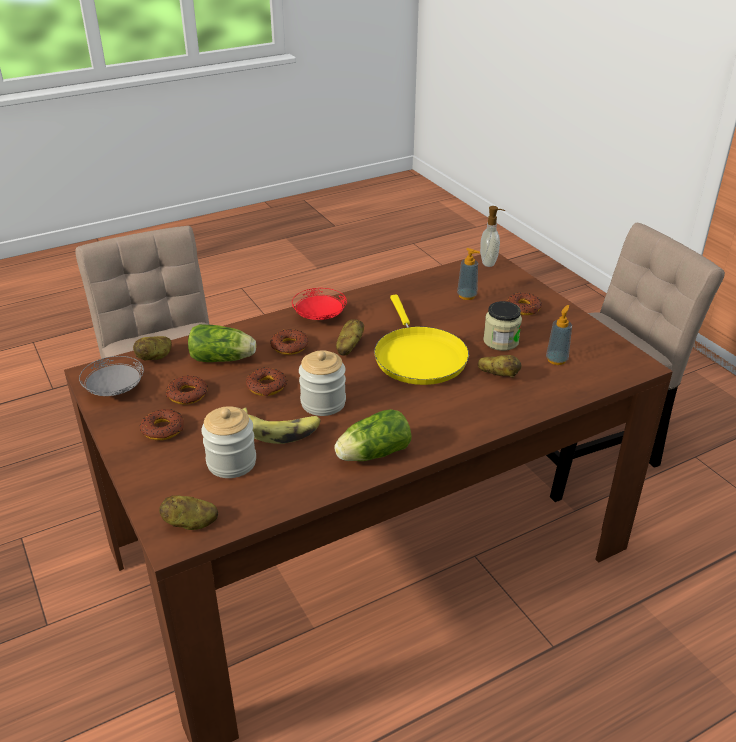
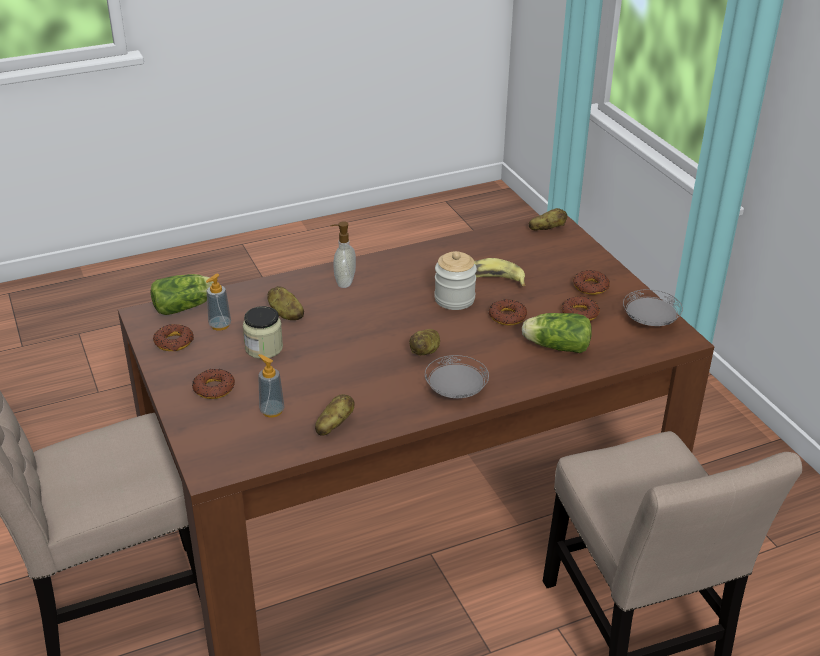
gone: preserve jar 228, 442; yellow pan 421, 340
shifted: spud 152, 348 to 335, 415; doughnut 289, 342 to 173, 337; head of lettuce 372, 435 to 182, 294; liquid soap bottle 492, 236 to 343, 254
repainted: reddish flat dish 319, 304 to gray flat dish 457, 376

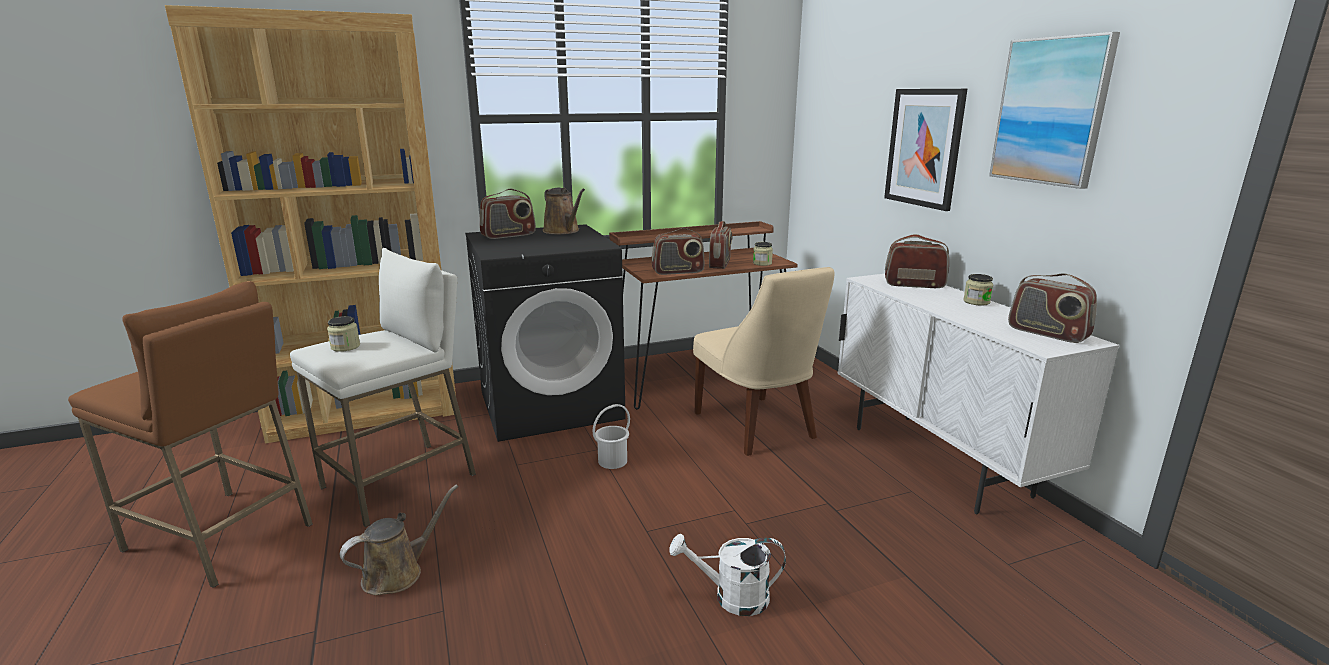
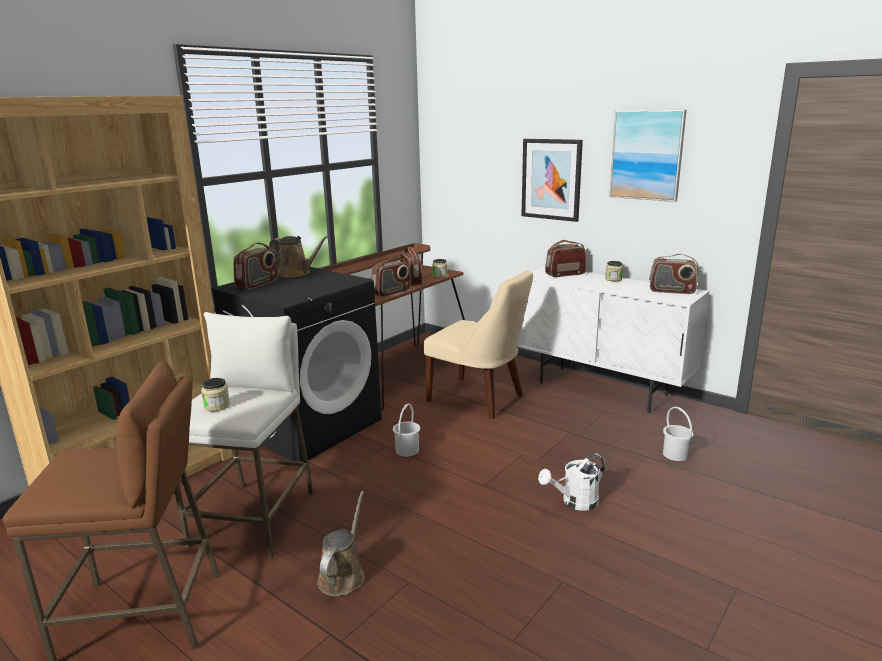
new: white-coloured pail 678, 434

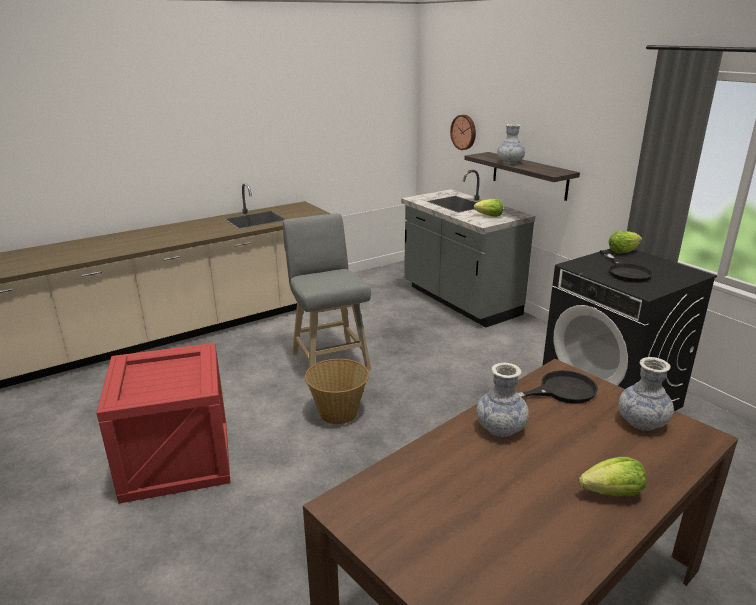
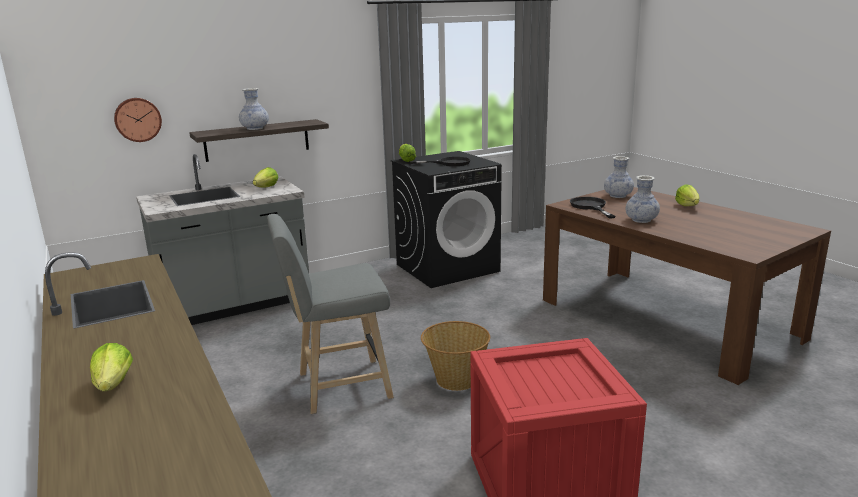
new: head of lettuce 111, 367

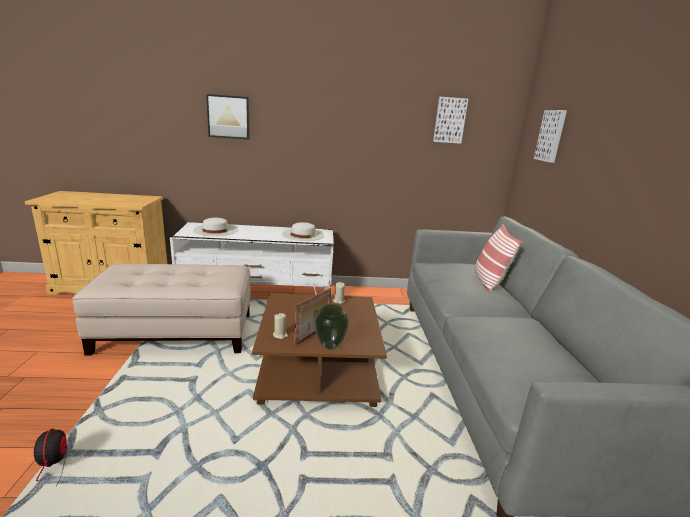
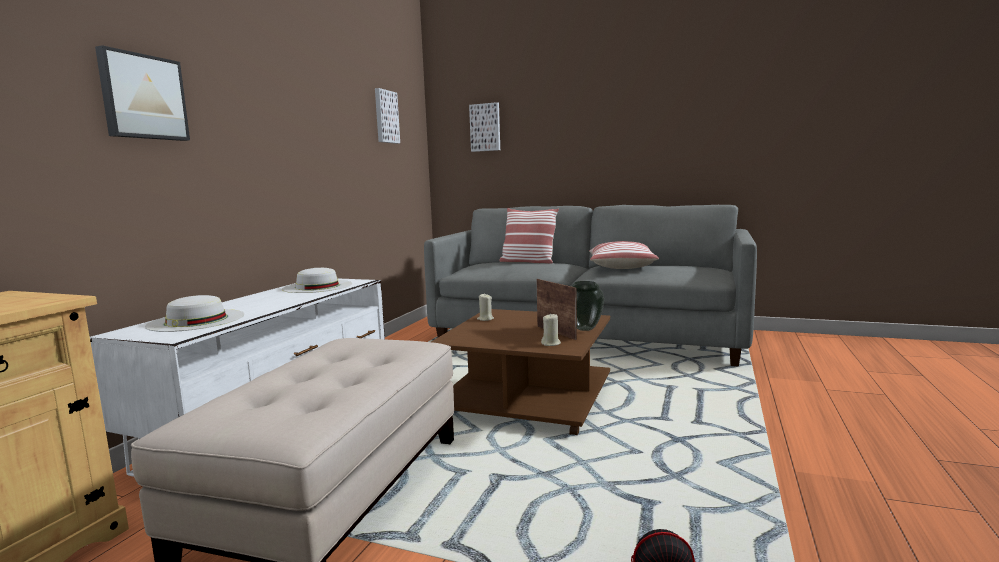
new: cushion 624, 255

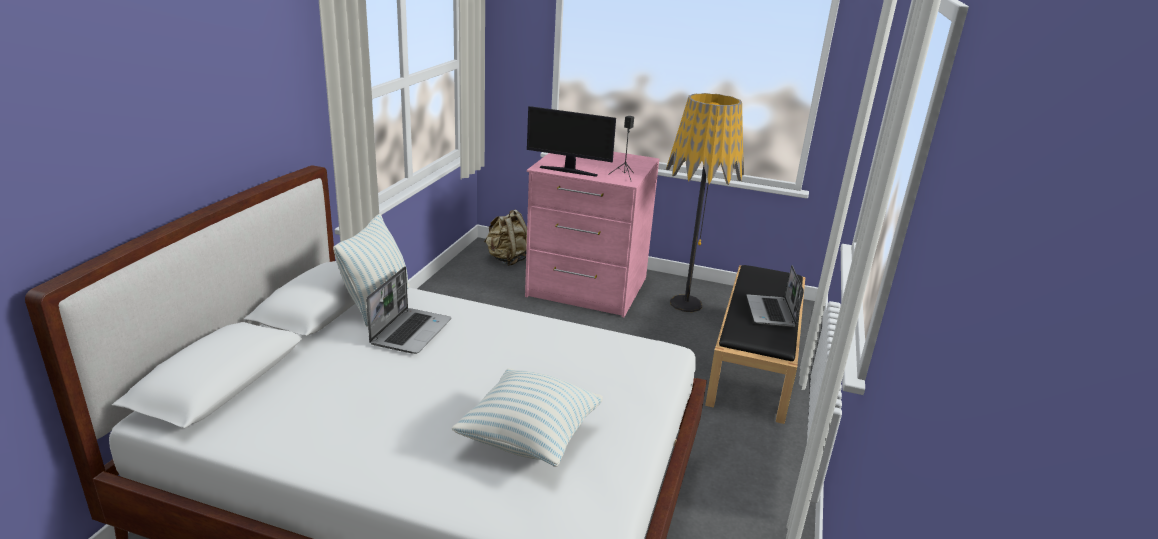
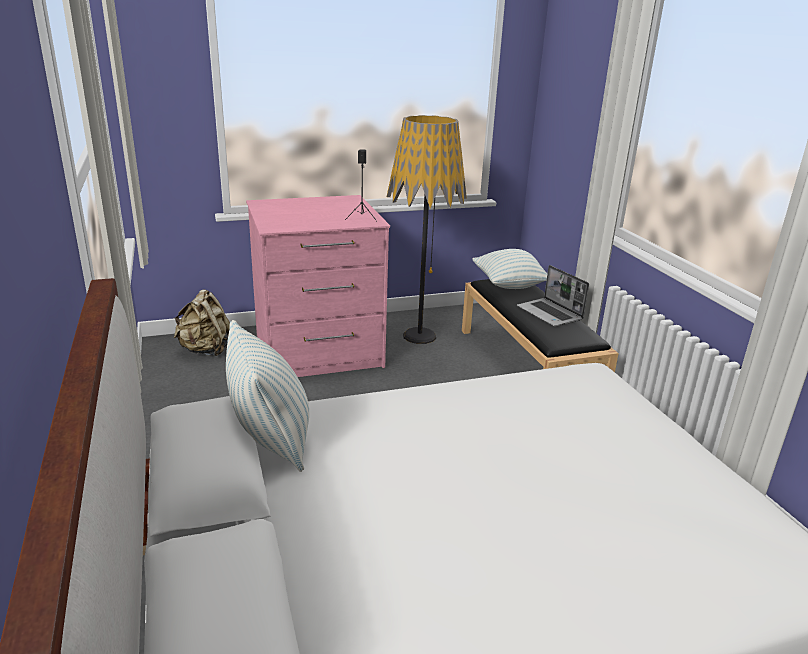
gone: portable computer 408, 310; monitor 571, 141
shifted: cushion 527, 417 to 510, 269

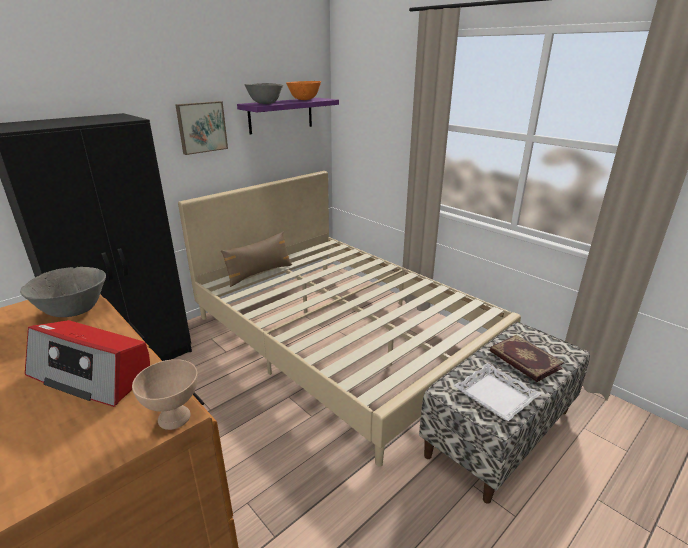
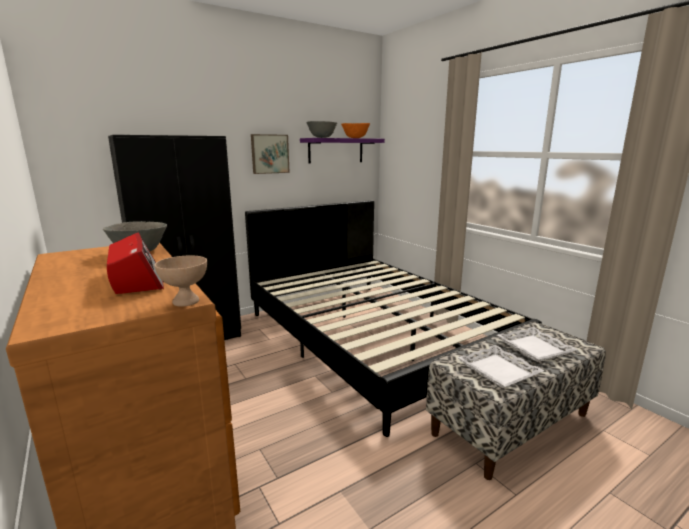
gone: brown-coloured cushion 256, 259
swapped: book 527, 358 to white-coloured tray 537, 344
repainted: beige sleeping bed 349, 319 to blackish sleeping bed 393, 318
rotated: radio 87, 363 = 135, 263 150 degrees counterclockwise

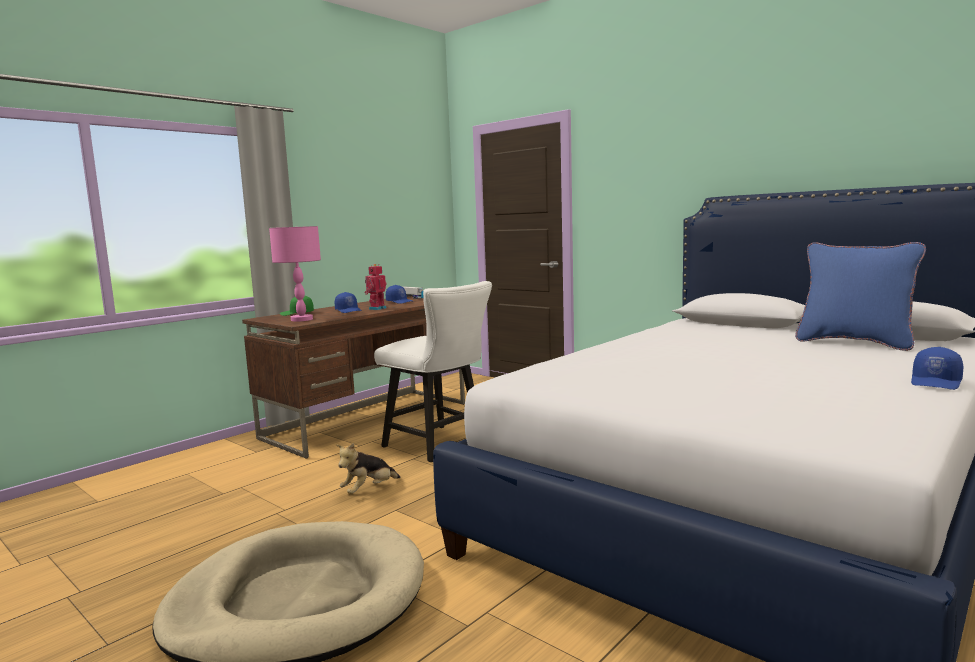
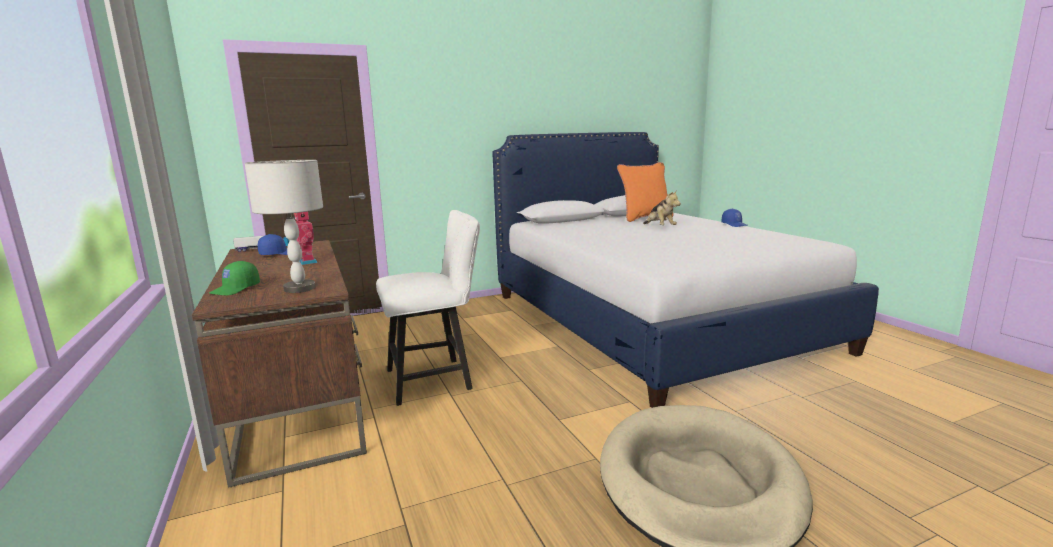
gone: blue baseball cap 348, 302
shifted: plush toy 368, 468 to 662, 208
repainted: pinkish tabletop lamp 295, 274 to gray tabletop lamp 283, 226; blue cushion 860, 296 to orange cushion 645, 192

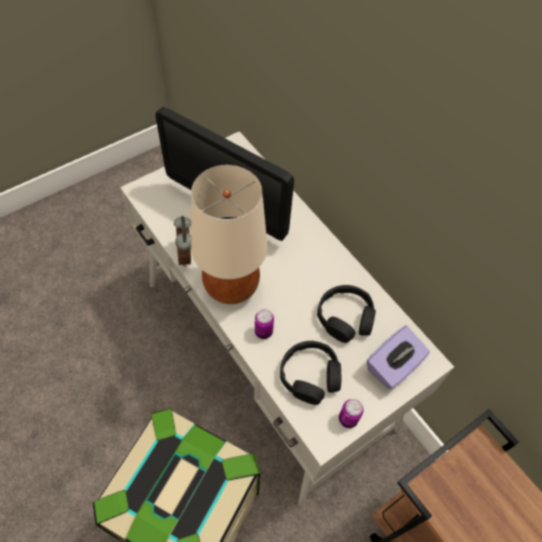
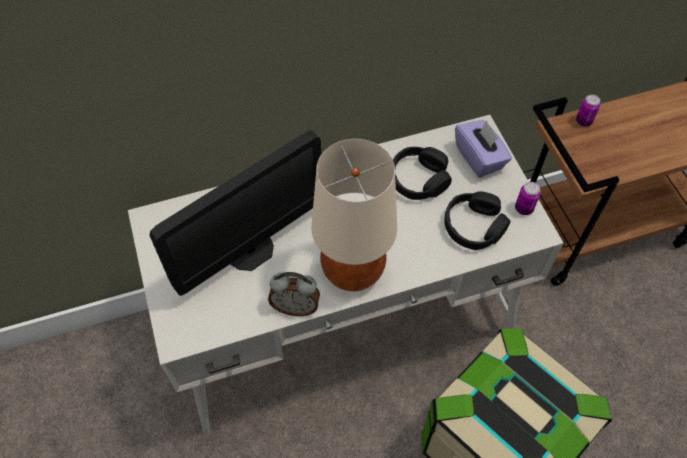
shifted: can 264, 324 to 588, 110

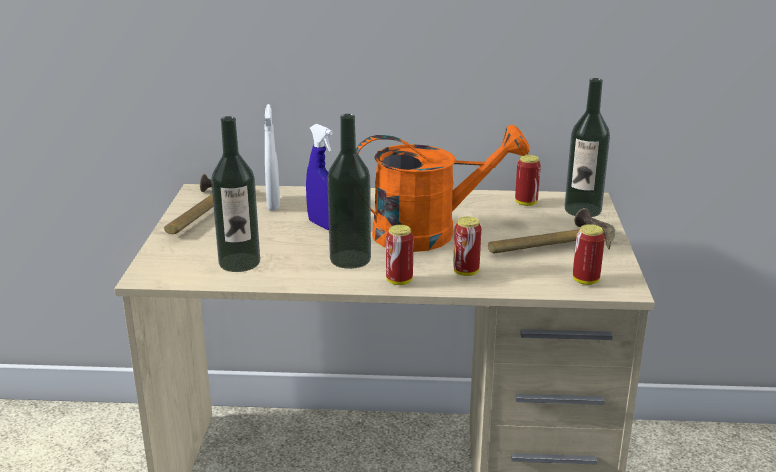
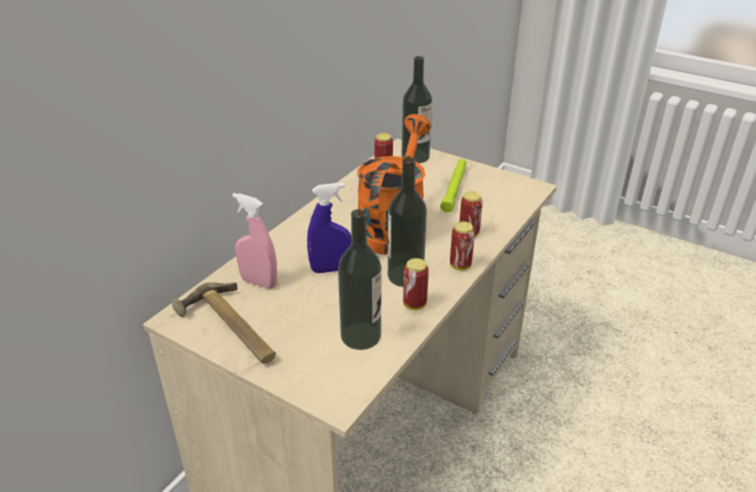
shifted: can 589, 254 to 416, 284
swapped: tool hammer 551, 230 to green torch 453, 186
repainted: white-coloured hand sprayer 272, 157 to pinkish hand sprayer 254, 241

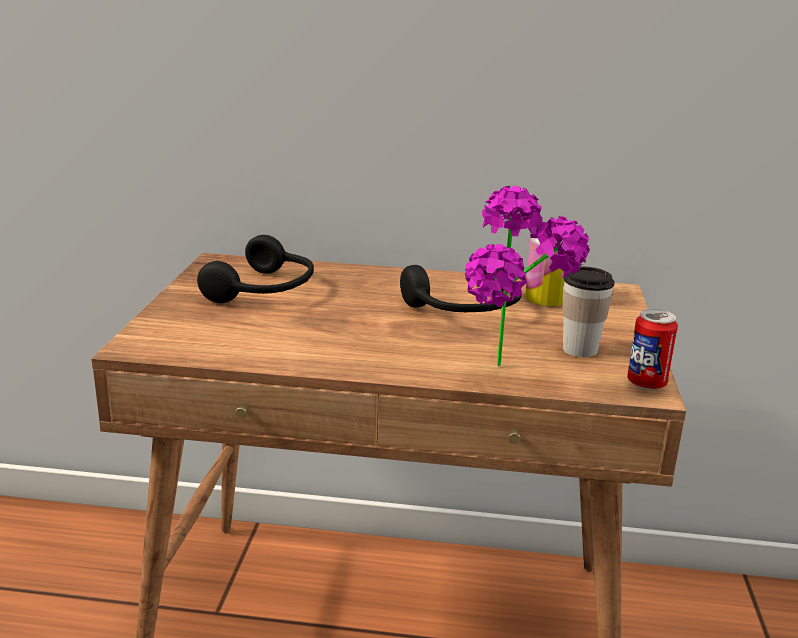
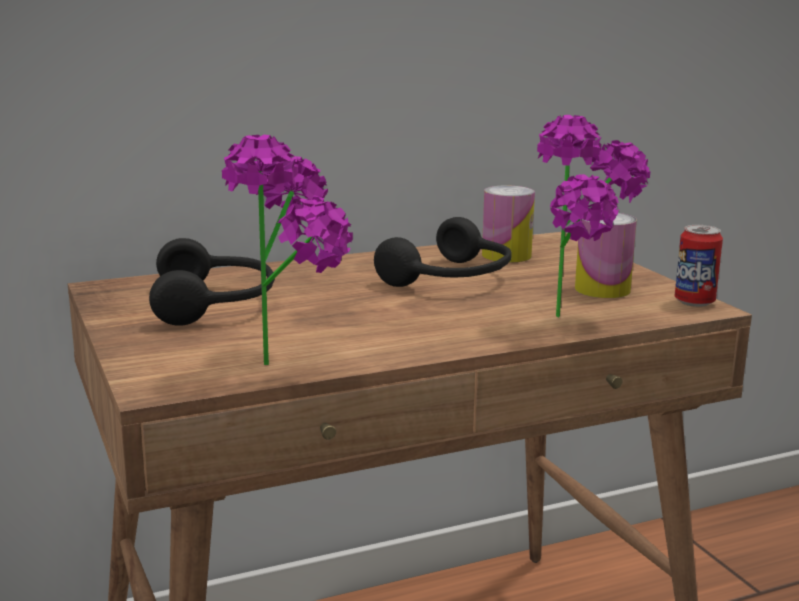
new: plant in a pot 287, 250
swapped: cup 588, 311 to can 606, 255

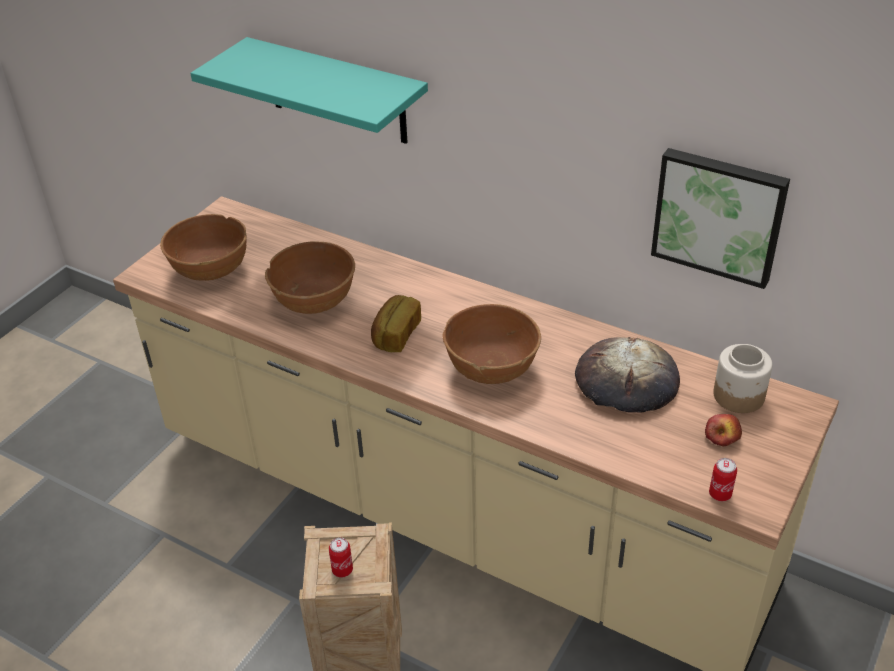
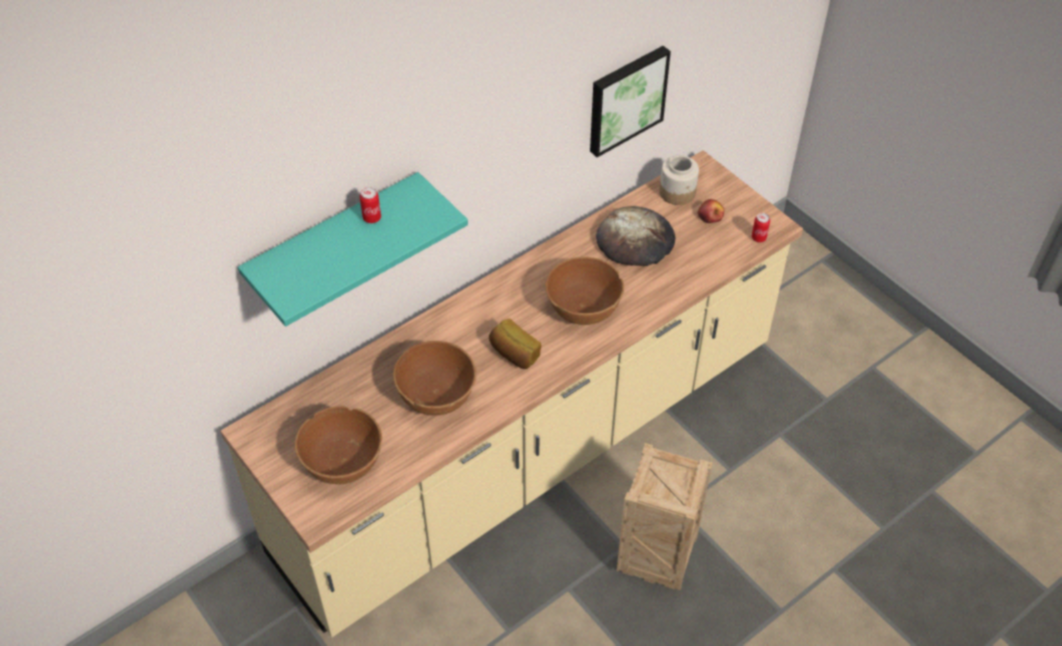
shifted: can 341, 557 to 370, 205

